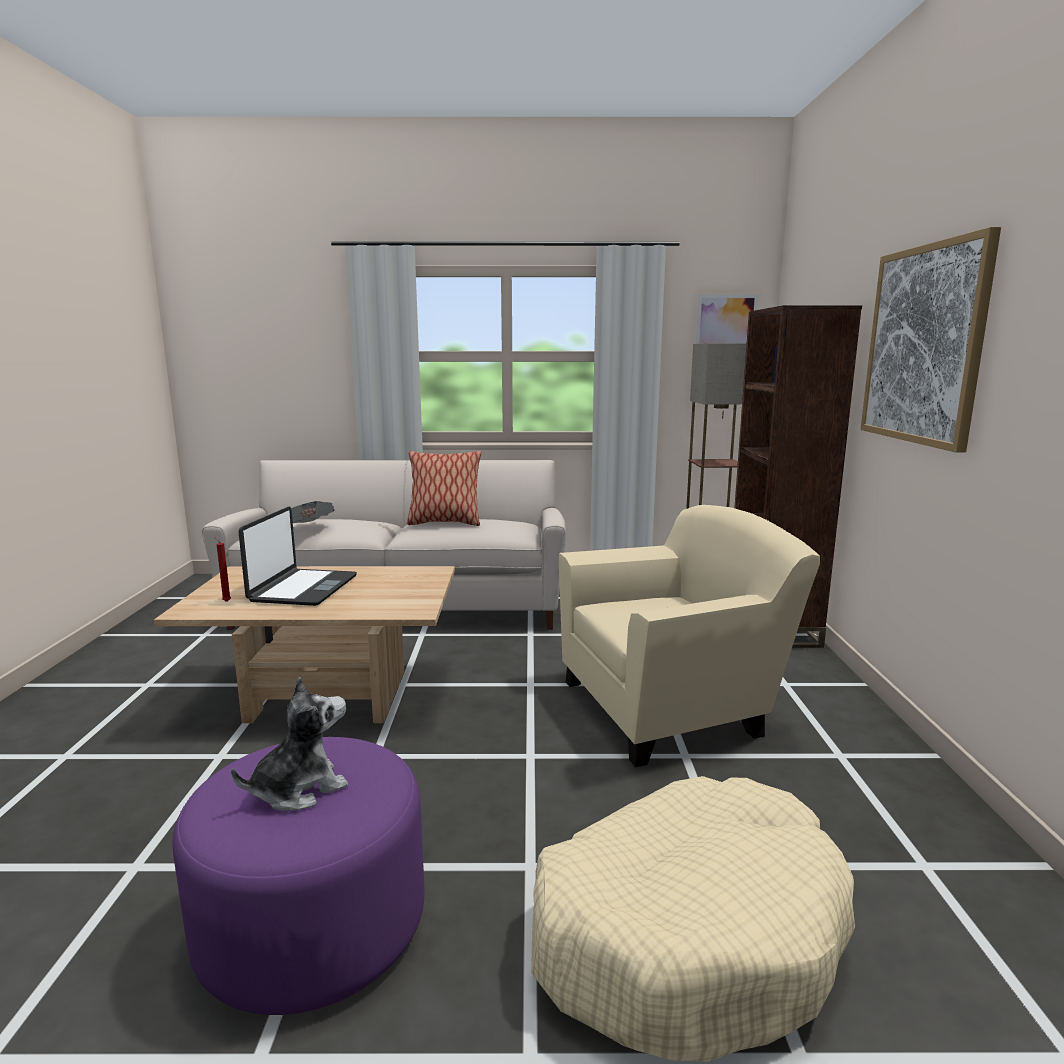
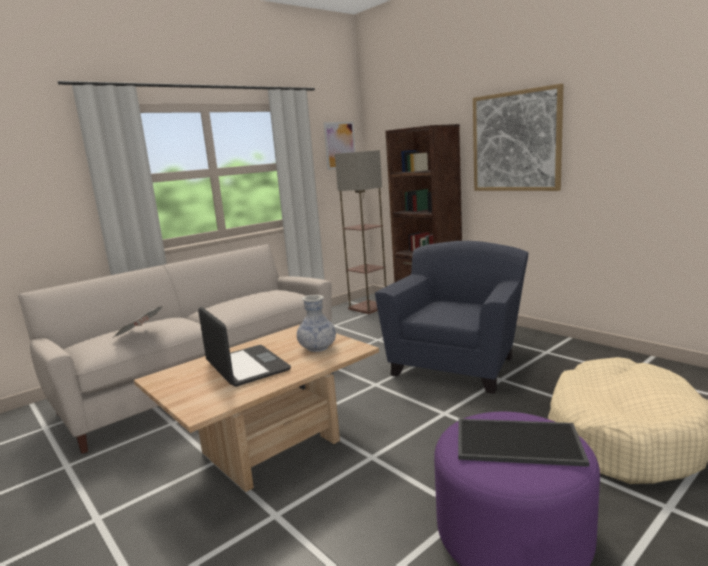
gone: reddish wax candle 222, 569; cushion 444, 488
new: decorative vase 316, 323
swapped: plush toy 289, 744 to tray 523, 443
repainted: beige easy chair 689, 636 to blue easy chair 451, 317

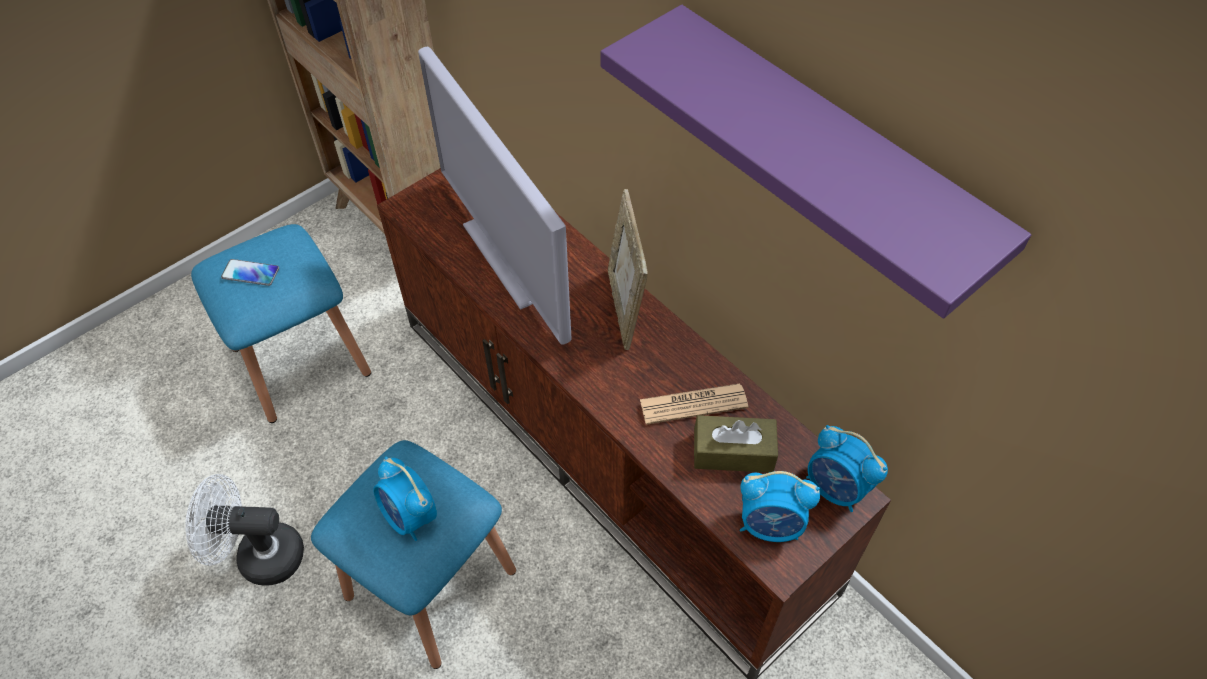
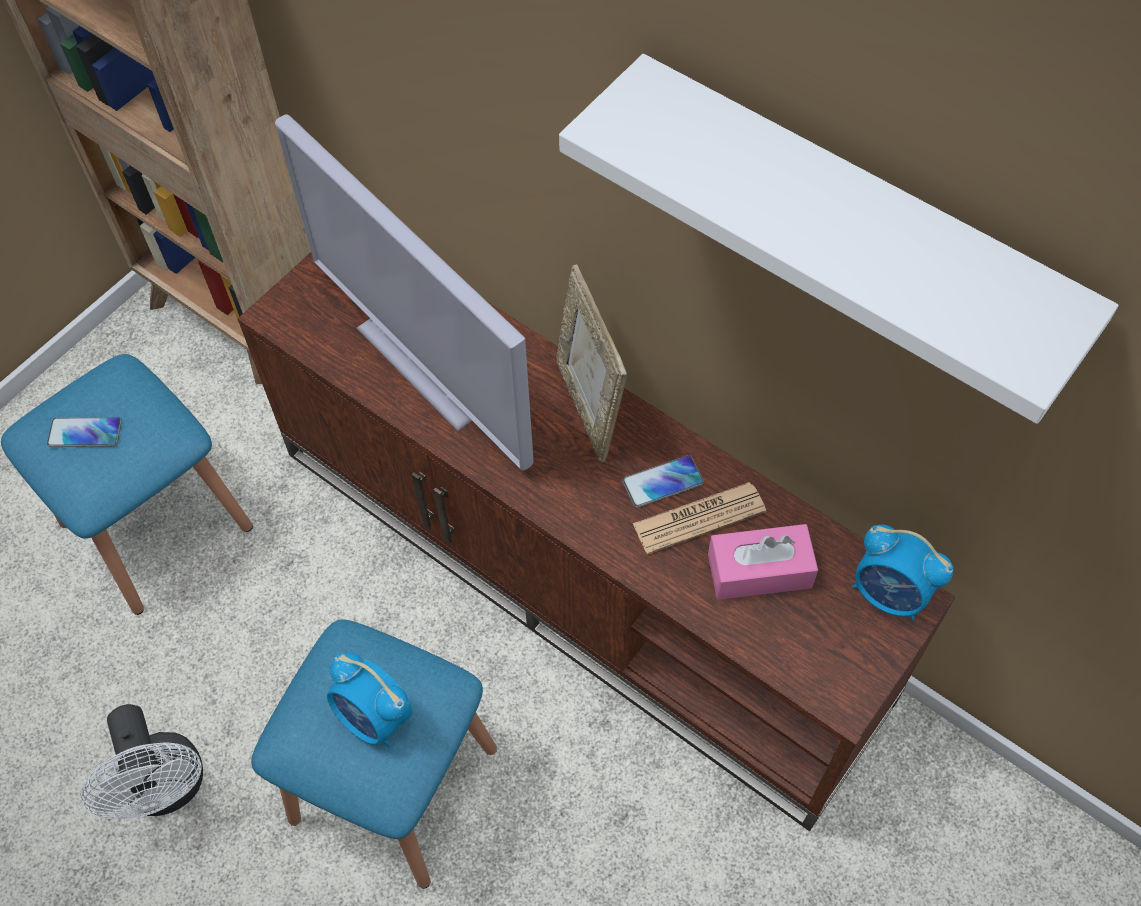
gone: bedside clock 780, 506
new: handset 663, 481
repainted: purple-coloured shelf 815, 162 to white-coloured shelf 838, 239; brown-coloured tissue box 736, 444 to pinkish tissue box 763, 562
rotated: white-coloured fan 244, 530 = 142, 761 105 degrees counterclockwise

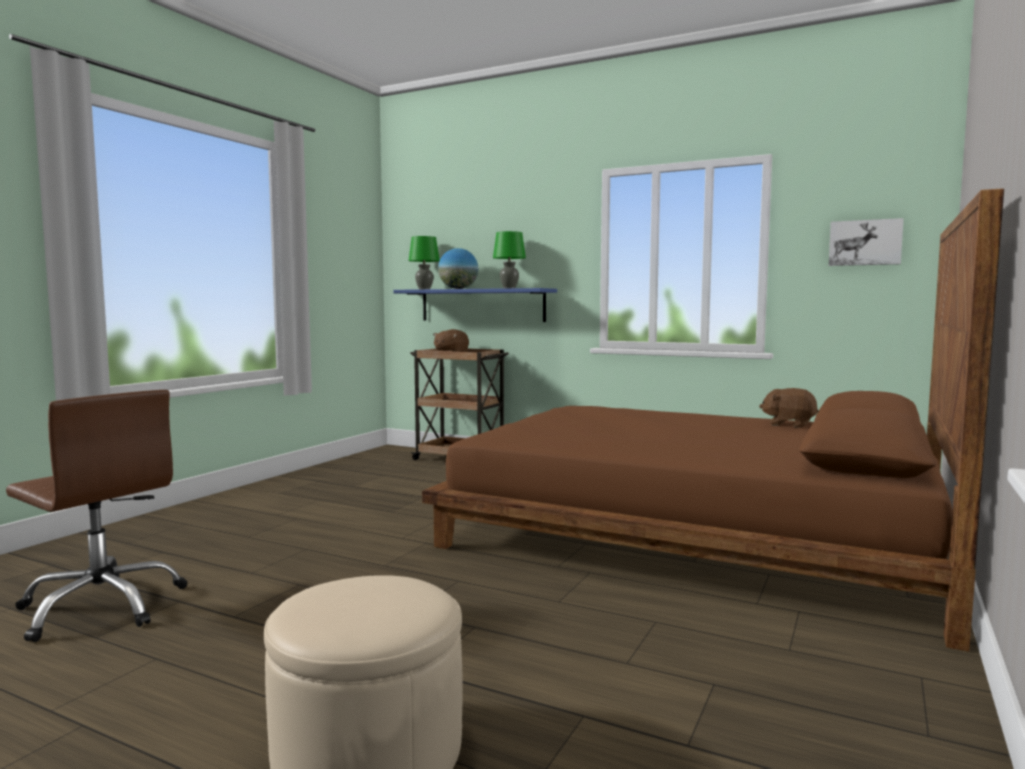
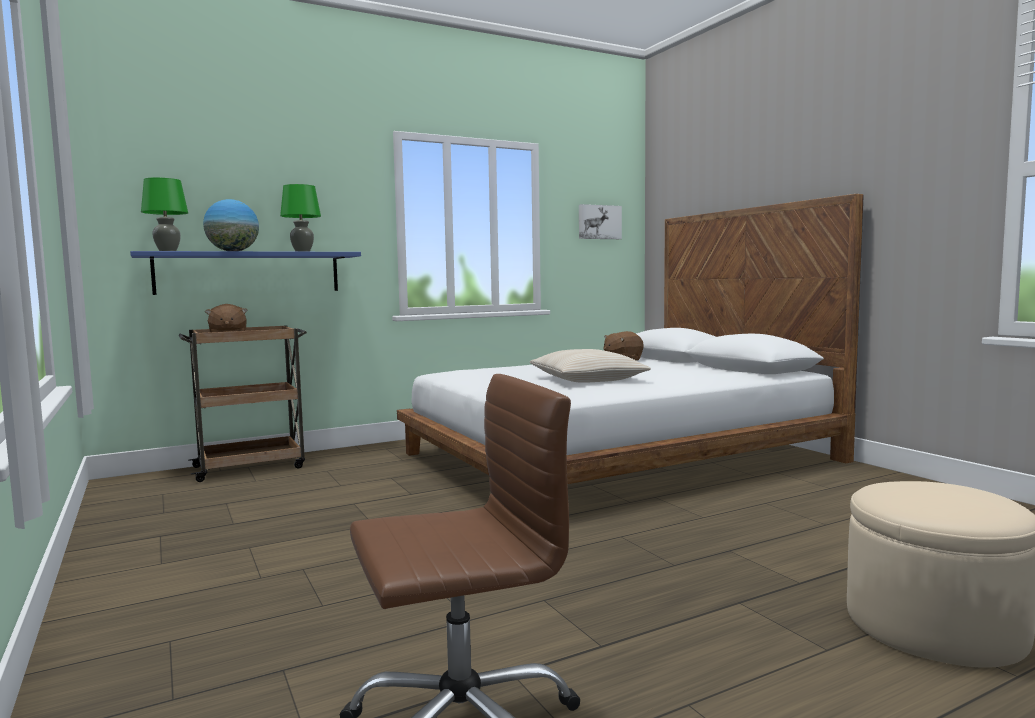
new: beige cushion 590, 366
repainted: brown-coloured sleeping bed 713, 420 to white-coloured sleeping bed 630, 339

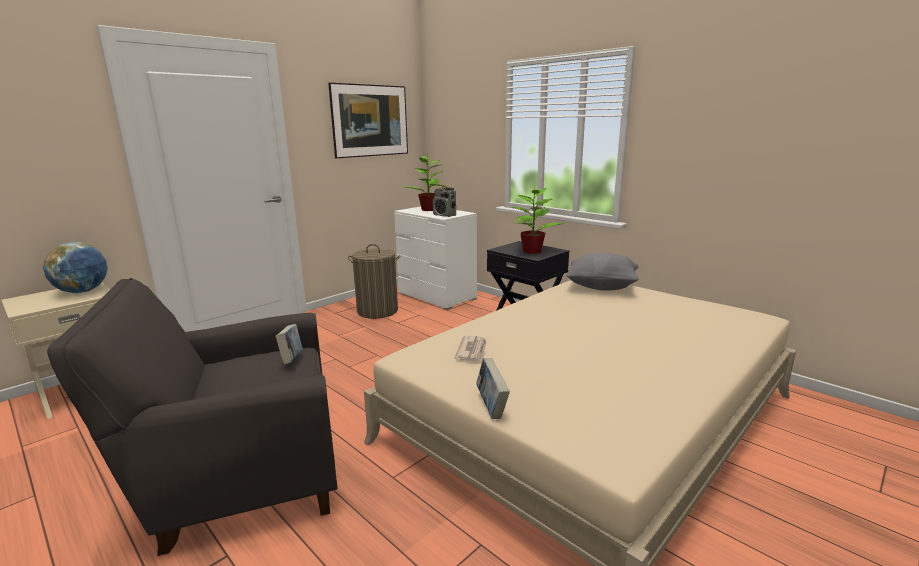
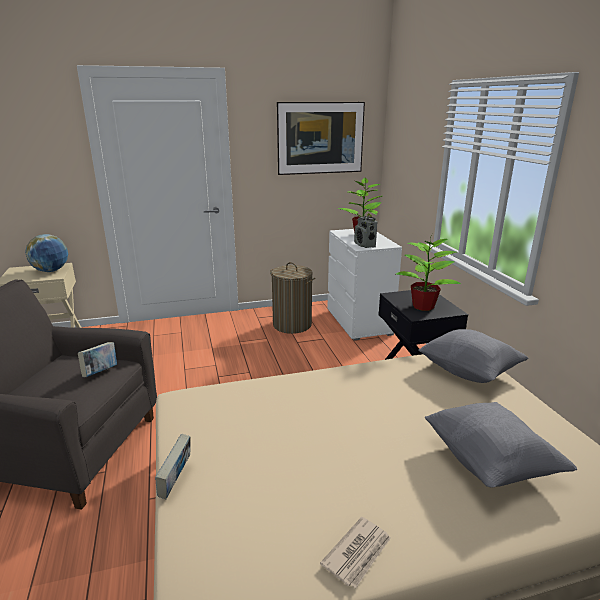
new: gray cushion 501, 444
shifted: printed paper 471, 348 to 355, 552

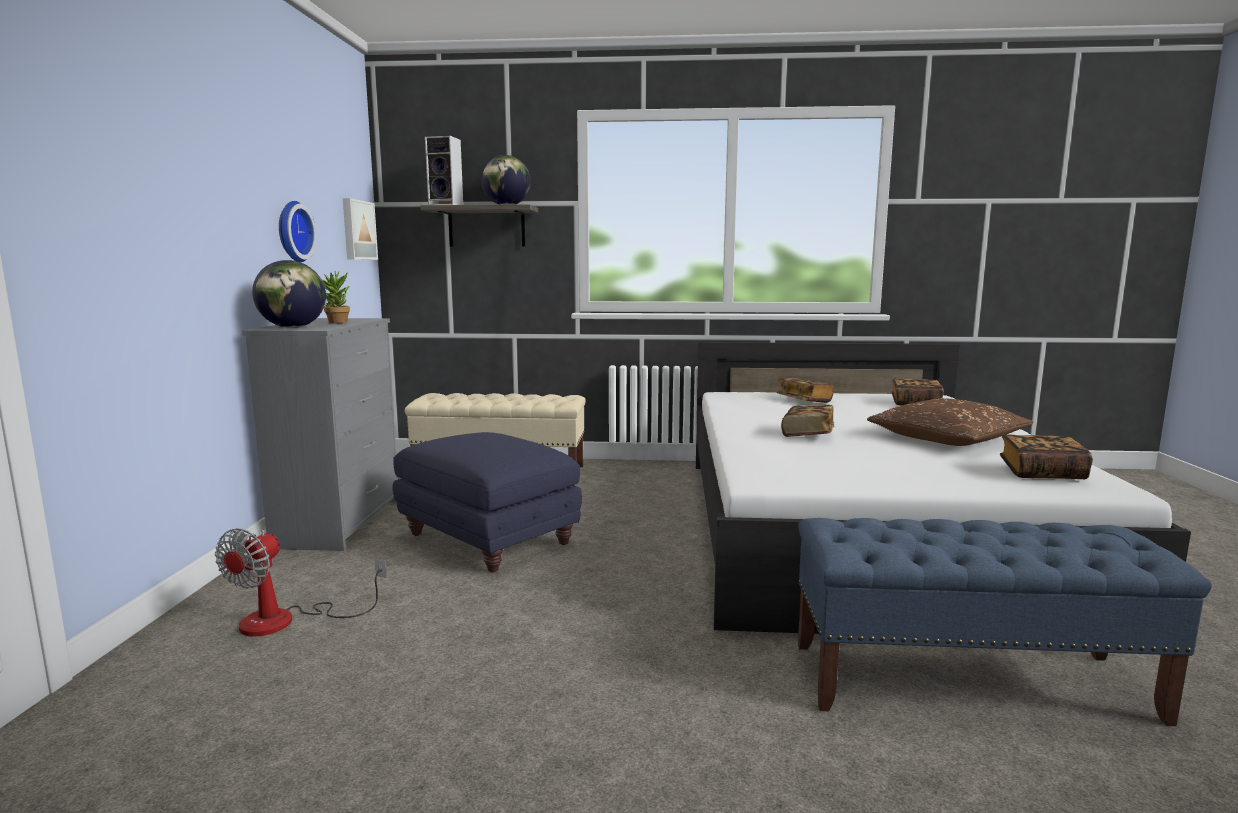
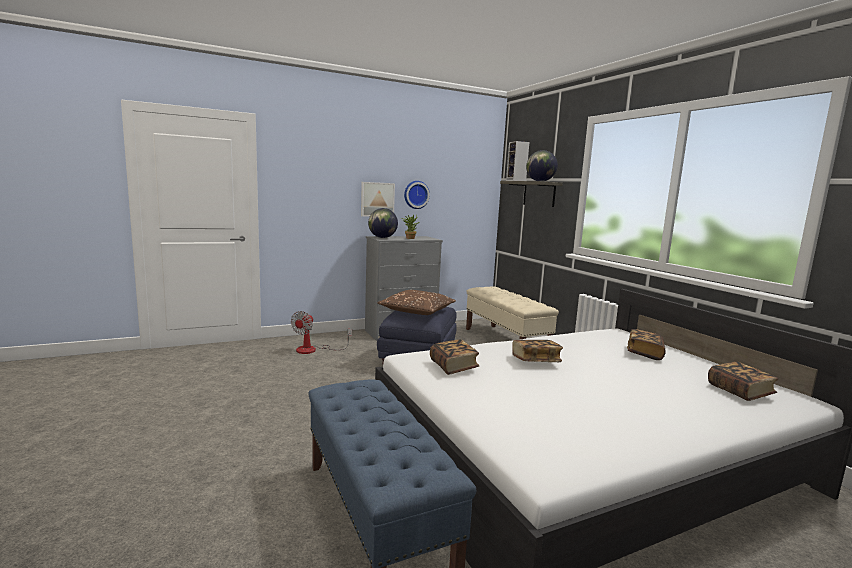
shifted: picture 360, 229 to 378, 199; brown-coloured cushion 950, 422 to 416, 302; book 1046, 456 to 454, 357
rotated: fan 301, 582 = 321, 332 60 degrees counterclockwise

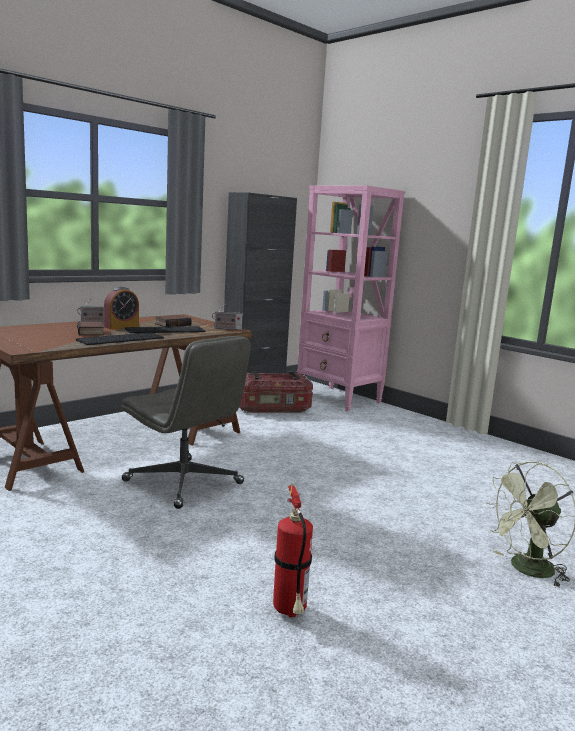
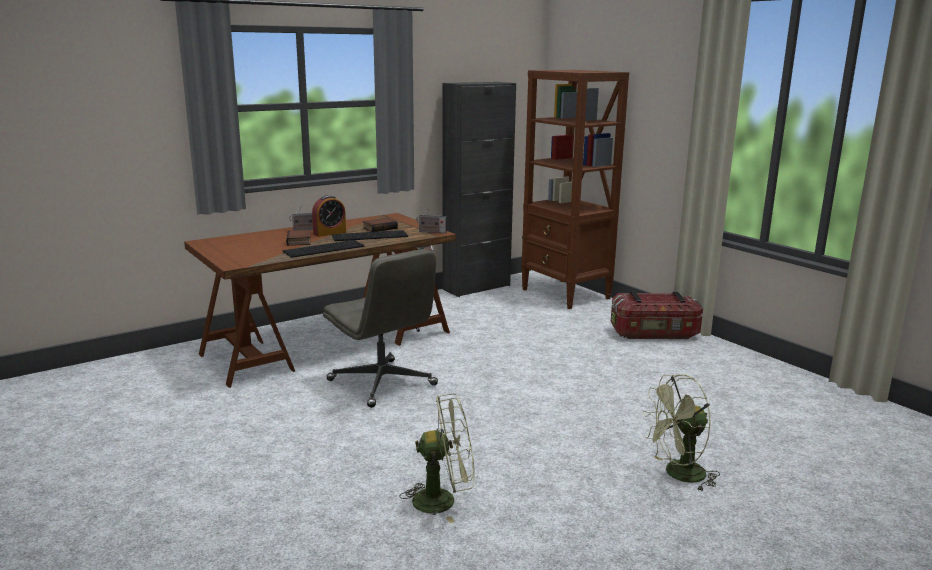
shifted: storage box 276, 392 to 657, 315
swapped: fire-fighting cylinder 293, 550 to green fan 436, 458
repainted: pinkish bookcase 350, 298 to brown-coloured bookcase 575, 189

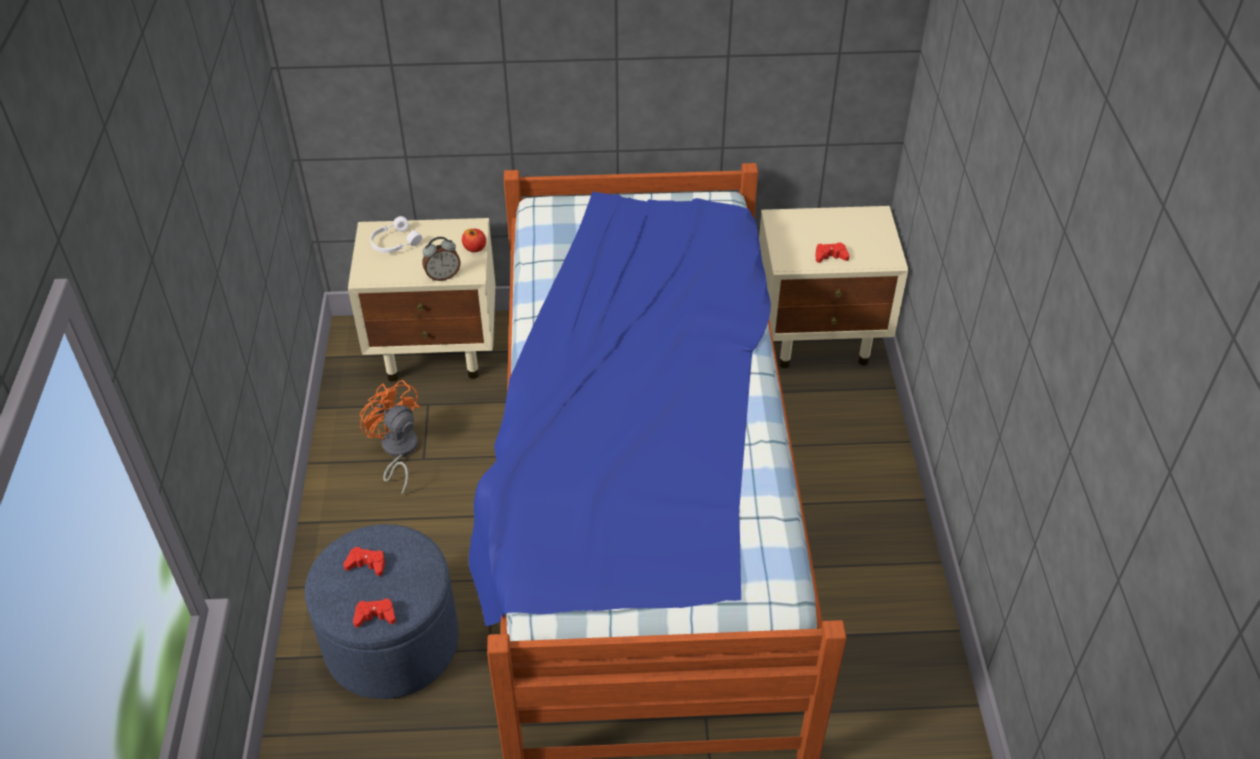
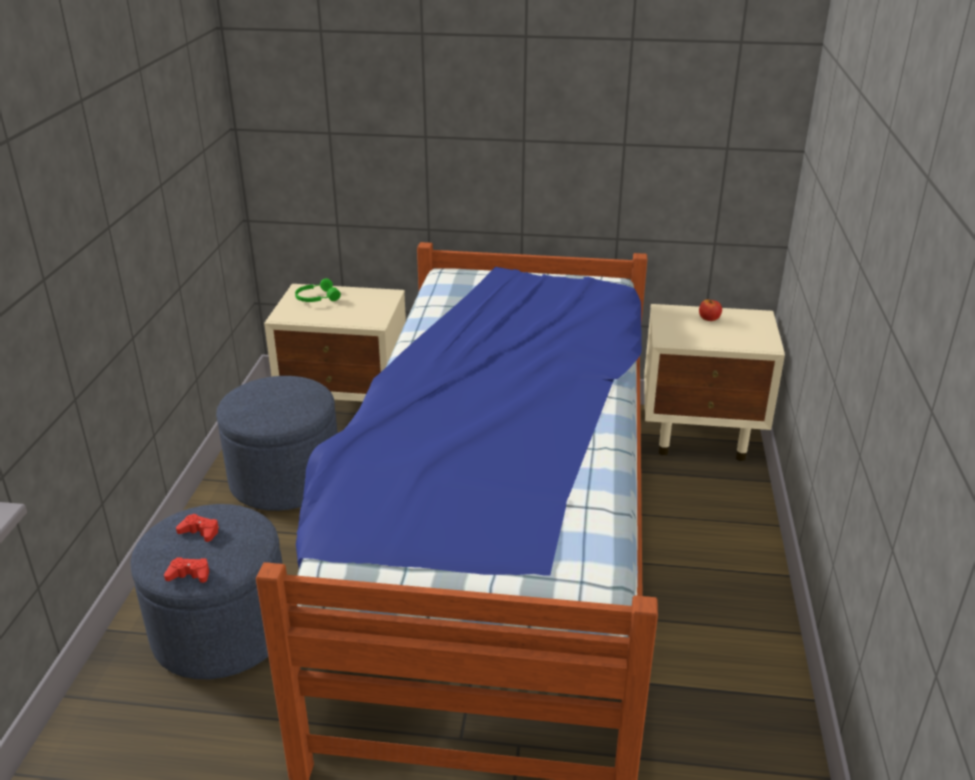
gone: bedside clock 441, 259; reddish gamepad 832, 252
shifted: apple 474, 240 to 710, 310
swapped: orange fan 390, 437 to blue pouffe 277, 443
repainted: white-coloured headset 396, 234 to green headset 318, 290

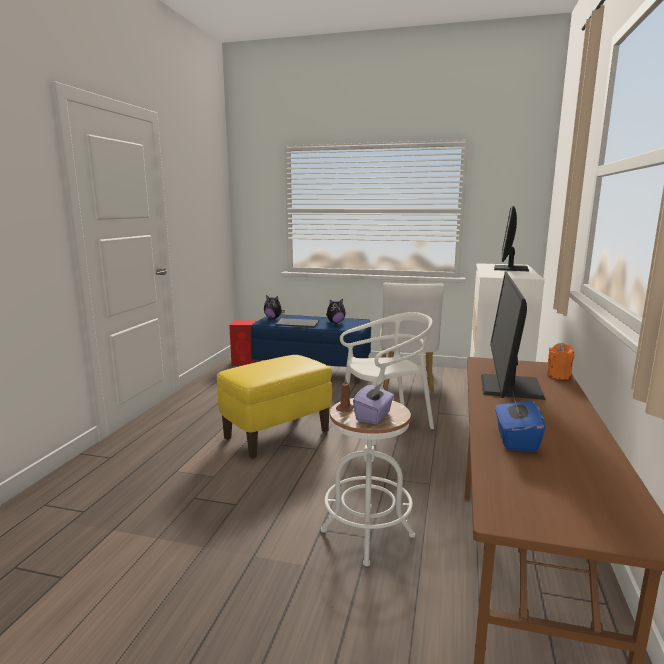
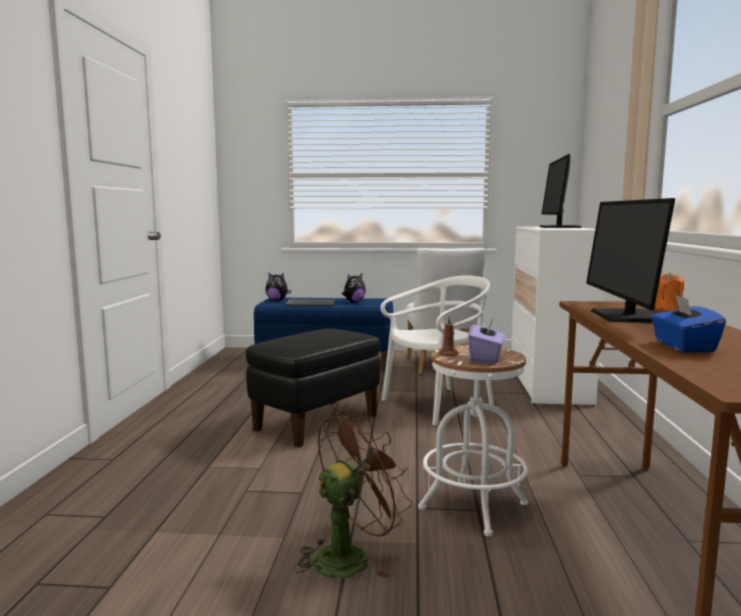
gone: reddish loudspeaker 243, 343
new: brown-coloured fan 352, 495
repainted: yellow pouffe 274, 407 to blackish pouffe 313, 388

